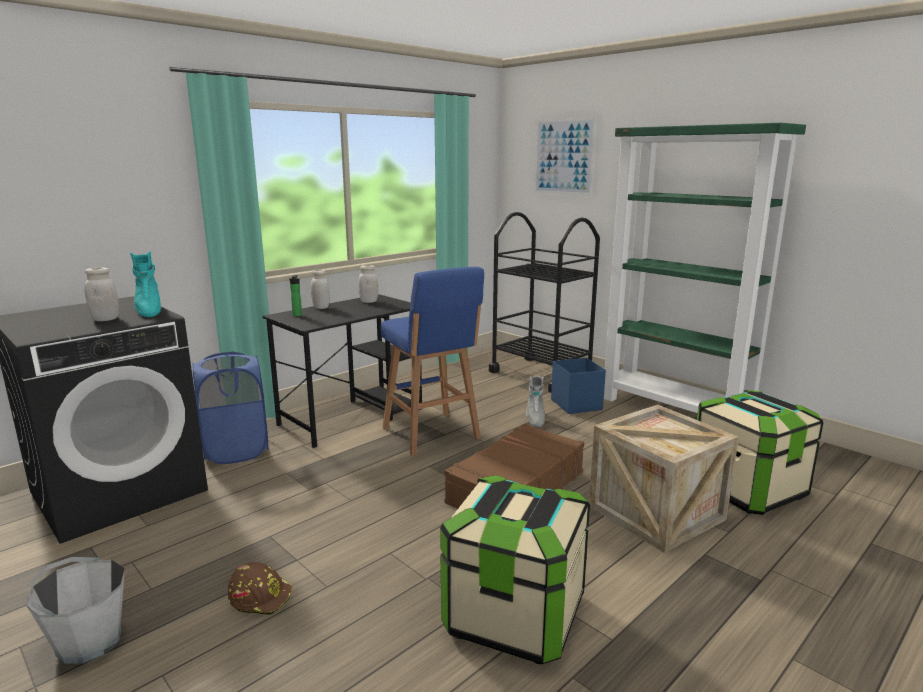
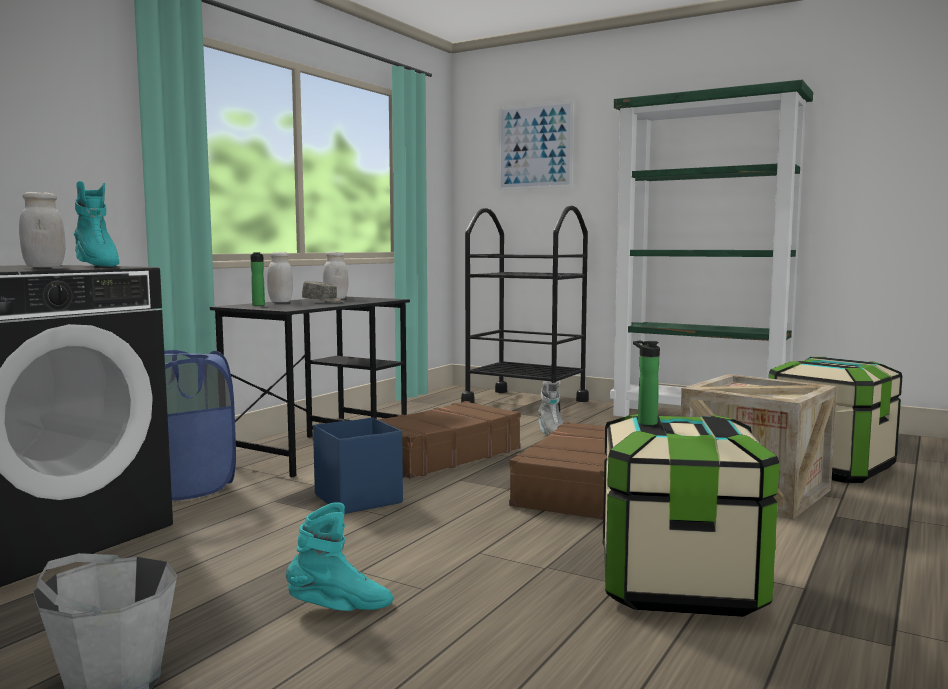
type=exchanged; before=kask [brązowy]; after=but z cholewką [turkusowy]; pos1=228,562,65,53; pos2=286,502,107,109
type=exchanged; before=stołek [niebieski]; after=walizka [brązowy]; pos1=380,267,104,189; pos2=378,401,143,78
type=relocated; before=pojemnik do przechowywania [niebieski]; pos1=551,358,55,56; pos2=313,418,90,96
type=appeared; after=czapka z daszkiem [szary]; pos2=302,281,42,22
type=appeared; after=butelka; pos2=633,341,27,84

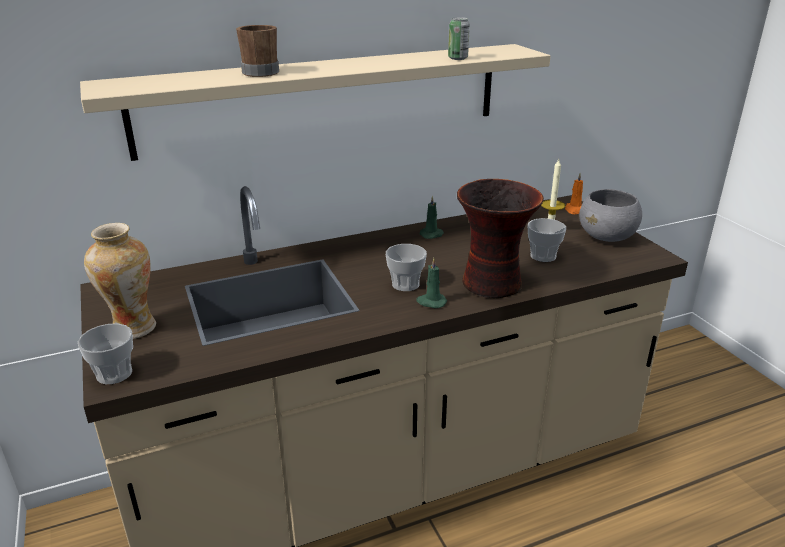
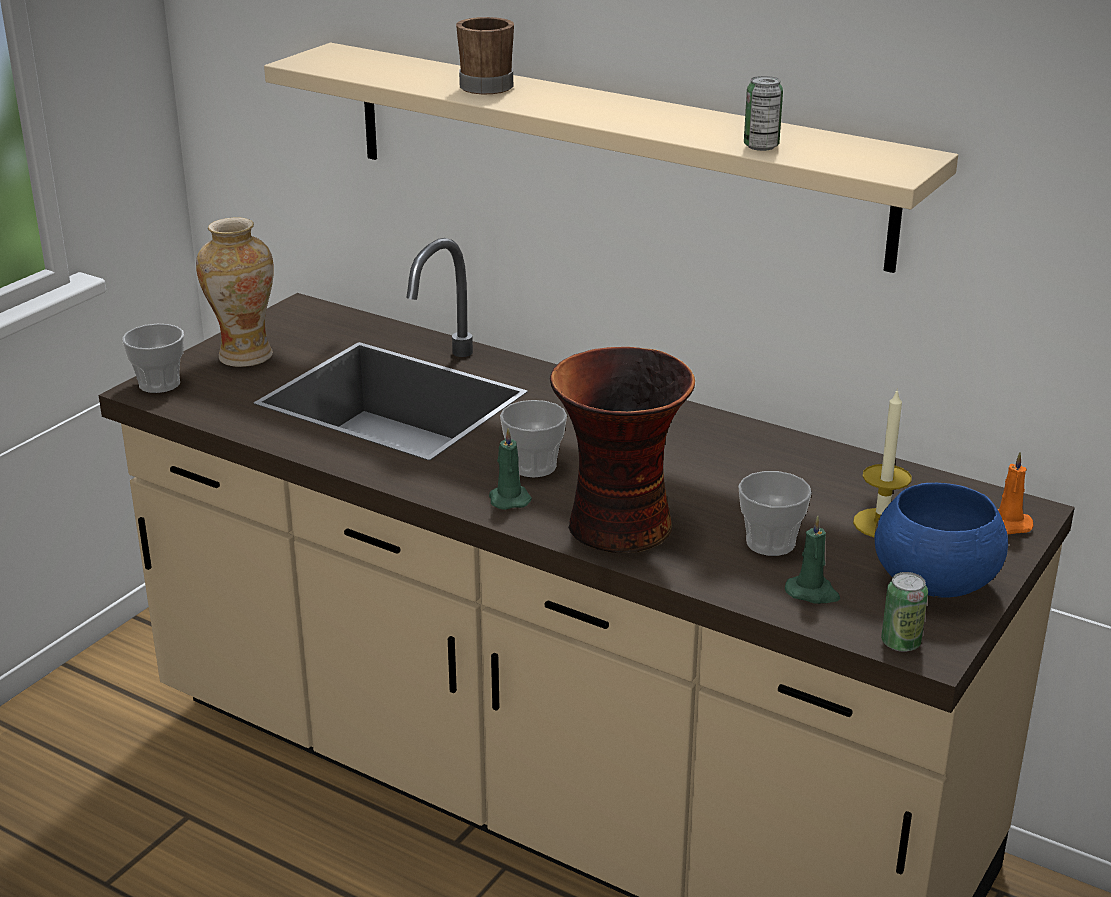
type=relocated; before=świeca [zielony]; pos1=419,196,25,43; pos2=785,516,55,88
type=colour; before=miska [szary]; after=miska [niebieski]; pos1=579,189,63,53; pos2=874,483,134,114
type=appeared; after=puszka; pos2=881,572,47,80

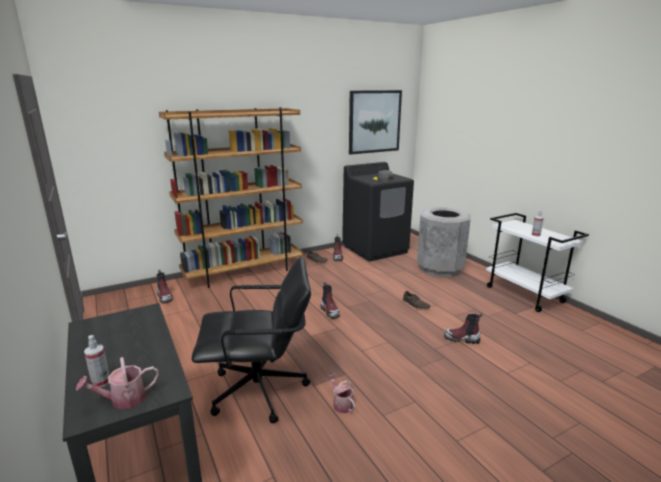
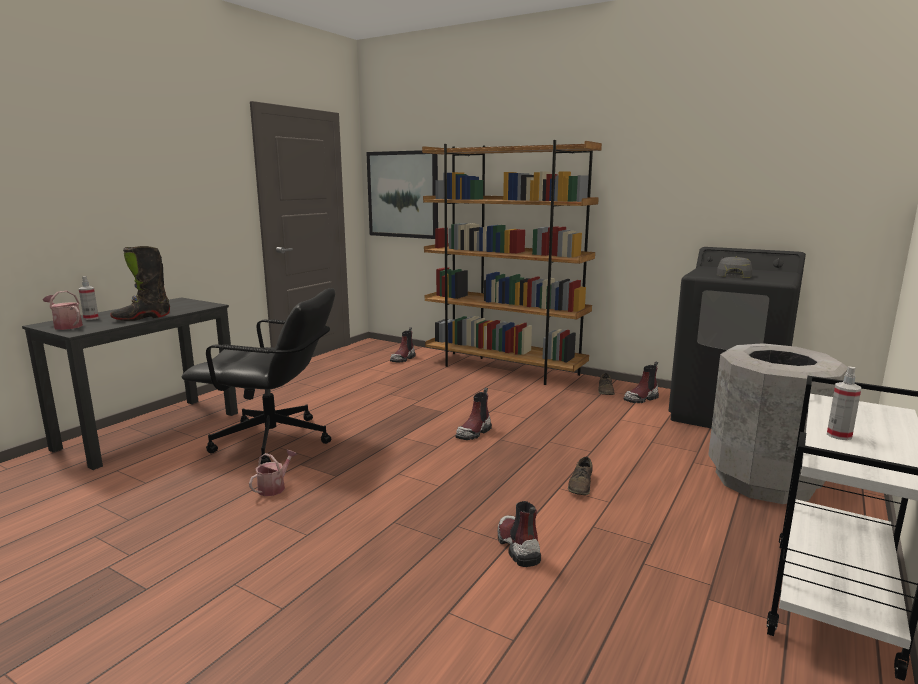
type=spun; before=krzesło biurowe [czarny]; pos1=192,257,119,166; pos2=182,288,153,176; turn=-45
type=relocated; before=obraz; pos1=349,90,53,65; pos2=366,150,72,89
type=appeared; after=but z cholewką [czarny]; pos2=110,246,60,75

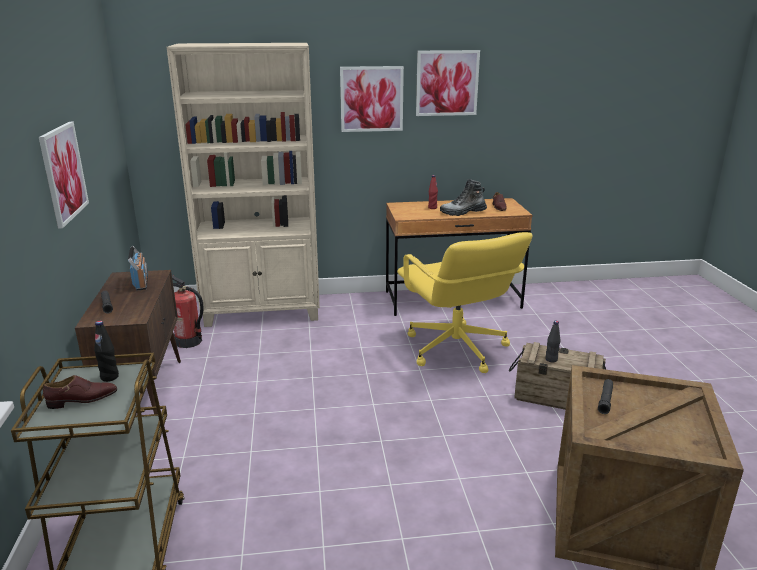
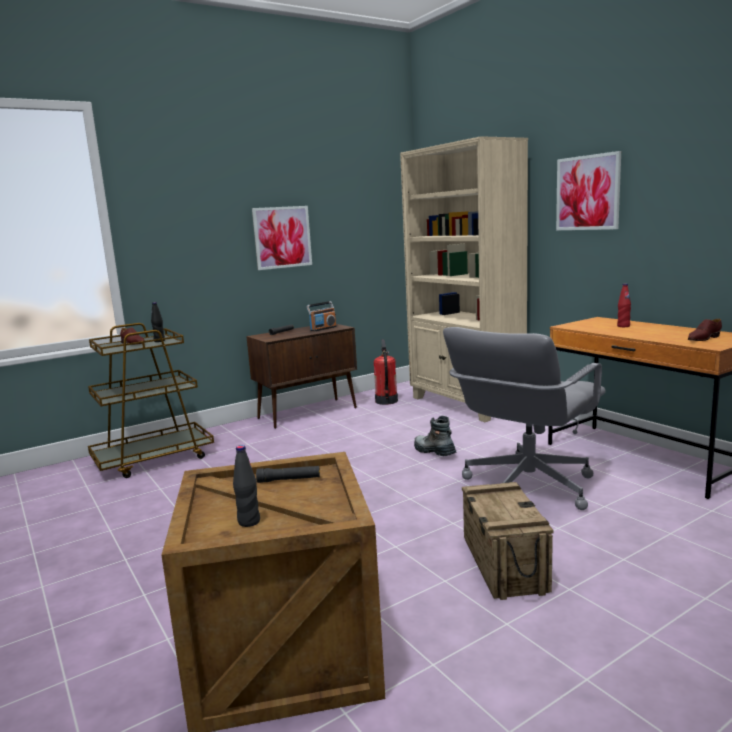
type=colour; before=krzesło biurowe [żółty]; after=krzesło biurowe [szary]; pos1=397,232,136,141; pos2=443,327,163,183
type=missing; before=obraz; pos1=416,50,64,66
type=relocated; before=but z cholewką; pos1=440,179,47,37; pos2=414,416,42,40
type=relocated; before=butelka [czarny]; pos1=545,321,15,41; pos2=233,445,27,82

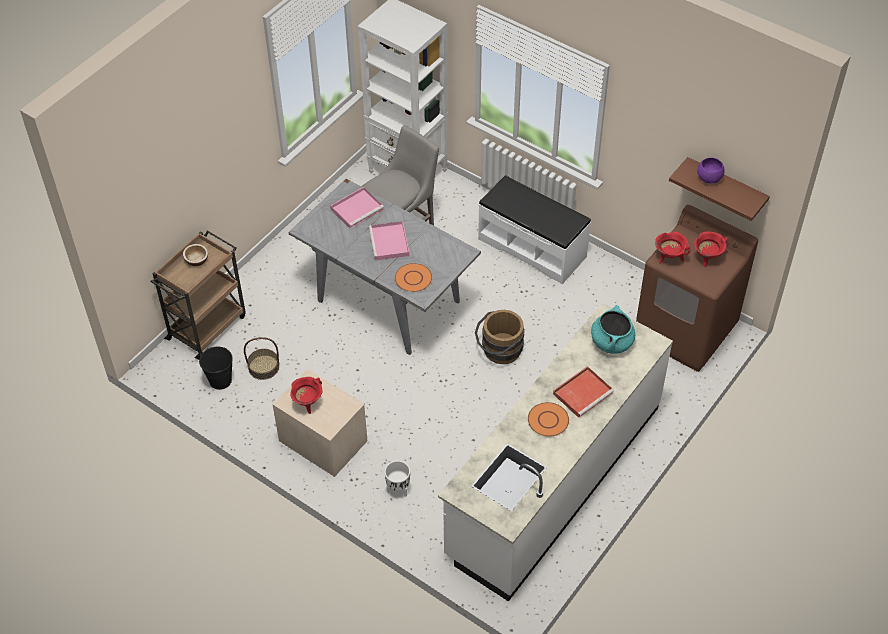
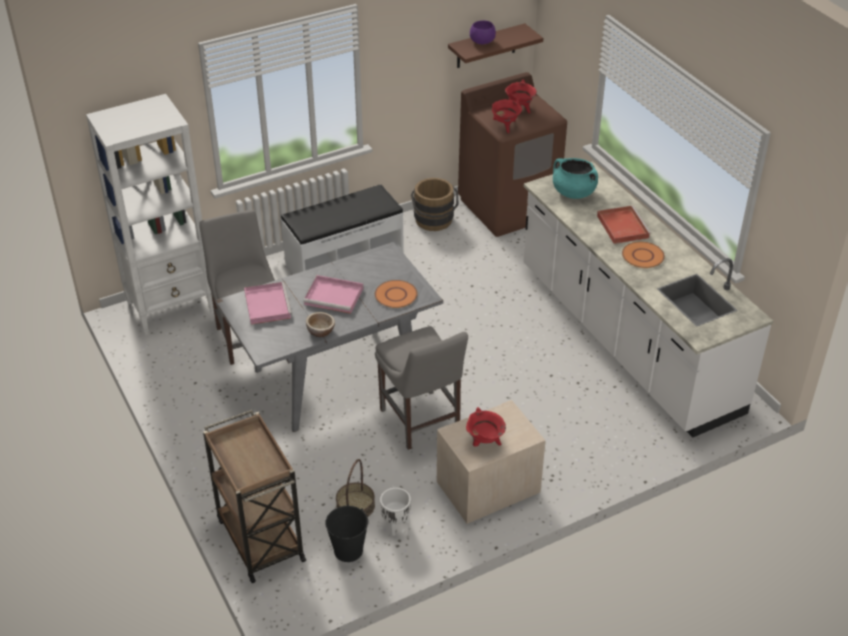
type=relocated; before=miska; pos1=183,244,25,22; pos2=306,312,29,25
type=relocated; before=donica [biały]; pos1=385,461,25,36; pos2=380,488,31,48
type=relocated; before=wiadro [brązowy]; pos1=475,310,49,54; pos2=411,178,47,53
type=appeared; after=krzesło [szary]; pos2=375,326,93,124

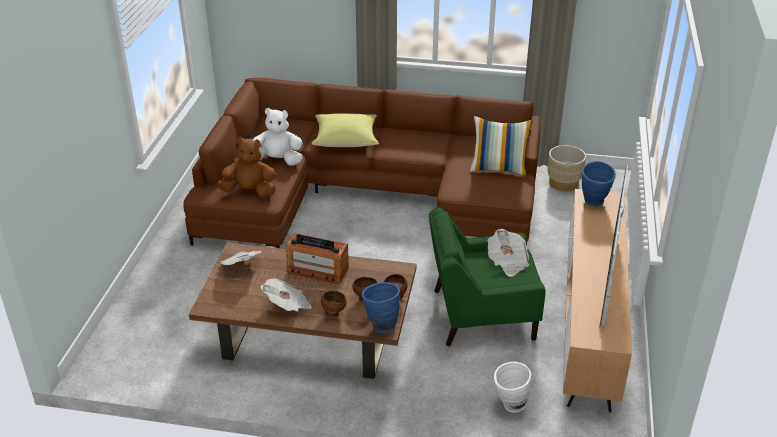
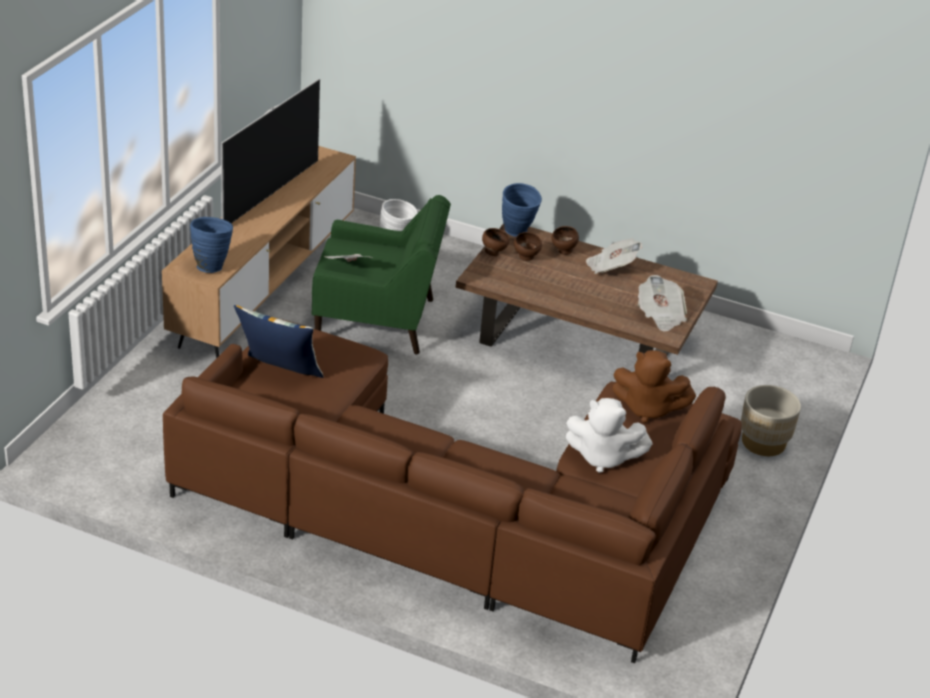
type=missing; before=radio; pos1=286,233,63,51
type=missing; before=poduszka [żółty]; pos1=312,113,67,34
type=relocated; before=donica [beżowy]; pos1=548,145,38,46; pos2=741,385,60,71

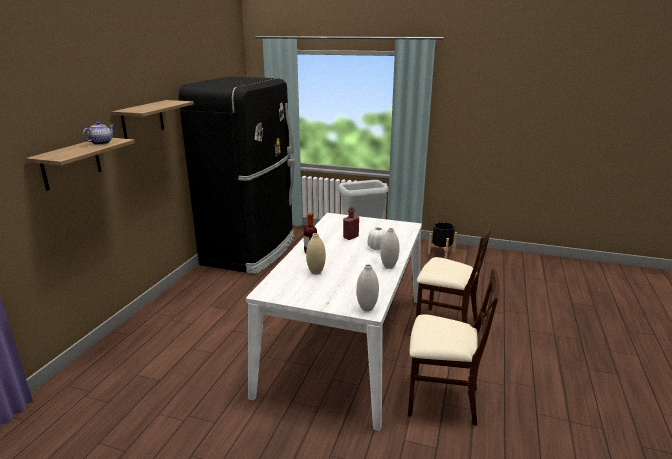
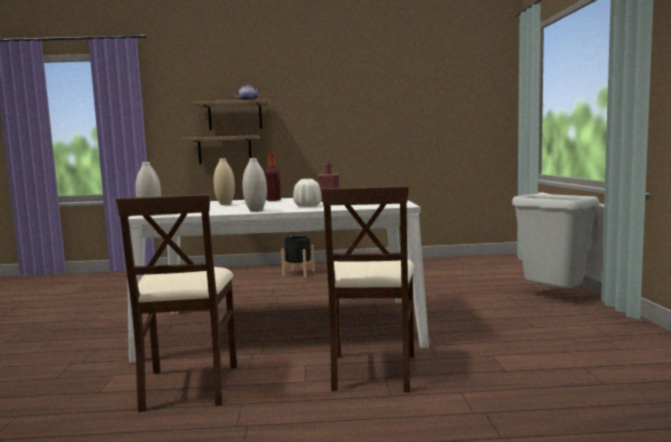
type=relocated; before=półka; pos1=112,100,82,39; pos2=181,135,79,29
type=missing; before=lodówka [czarny]; pos1=179,77,116,197
type=relocated; before=donica [czarny]; pos1=428,222,29,37; pos2=281,236,34,41

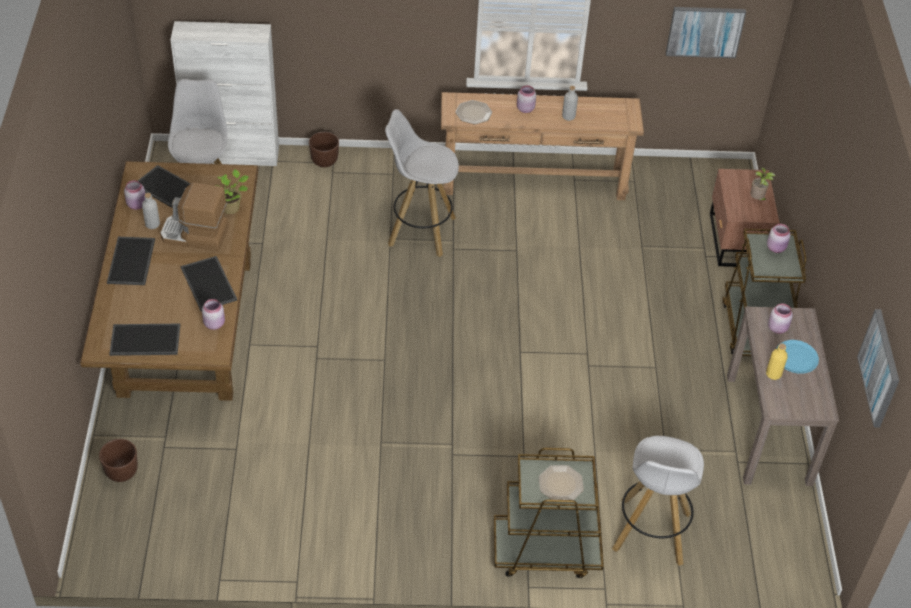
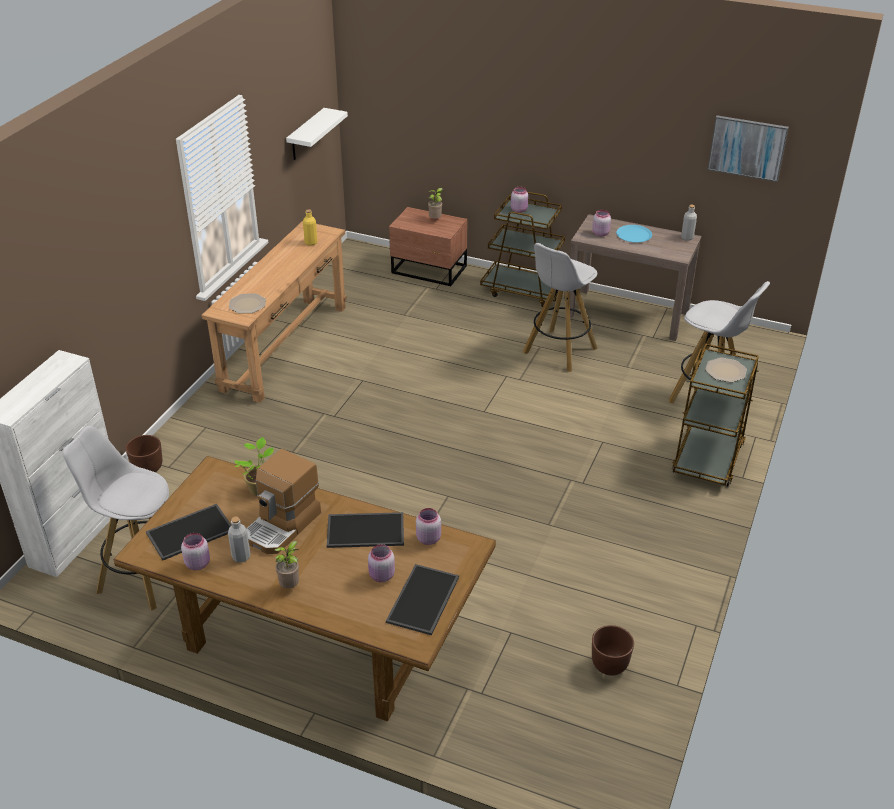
type=relocated; before=donica [brązowy]; pos1=99,439,39,43; pos2=592,625,42,50
type=exchanged; before=taca; after=roślina doniczkowa; pos1=107,237,48,48; pos2=274,541,25,47
type=relocated; before=stołek [biały]; pos1=385,109,74,148; pos2=523,243,75,129
type=relocated; before=słoik [różowy]; pos1=517,85,19,28; pos2=368,544,27,38
type=relocated; before=butelka [szary]; pos1=562,86,16,35; pos2=681,205,16,36
type=exchanged; before=obraz; after=półka [biały]; pos1=666,7,80,51; pos2=286,108,62,52
type=relocated; before=butelka [żółty]; pos1=766,343,22,37; pos2=303,209,15,37

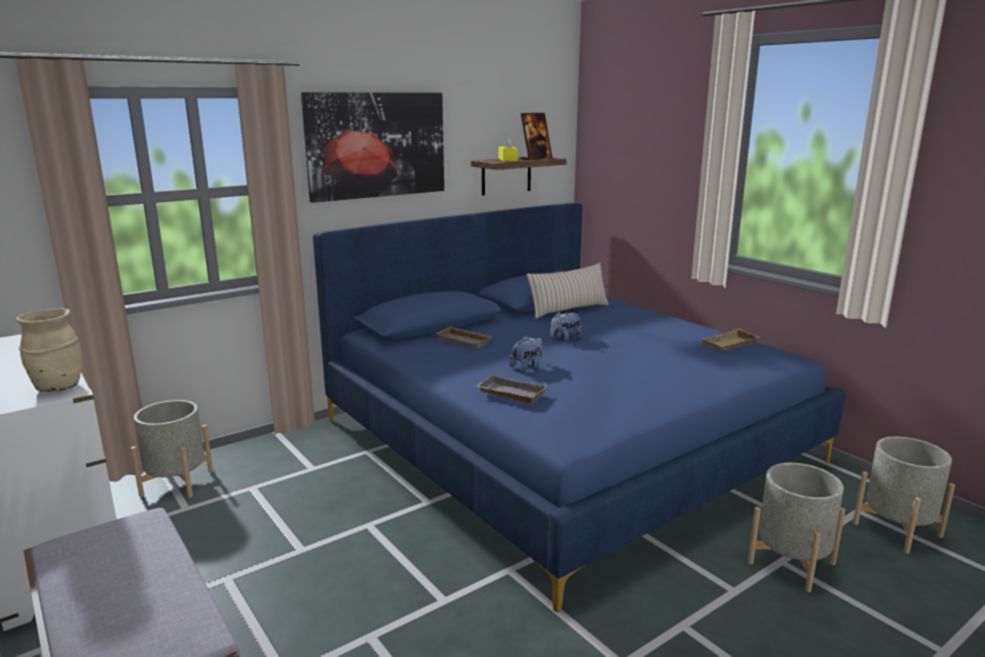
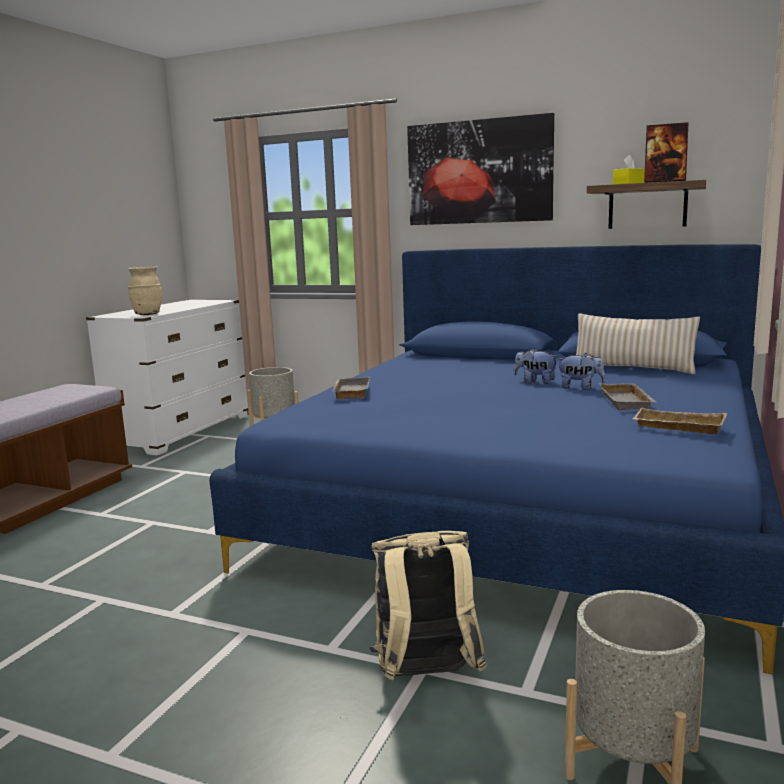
type=relocated; before=taca [szary]; pos1=435,327,57,22; pos2=599,383,57,27
type=relocated; before=pluszak; pos1=509,336,34,36; pos2=557,353,49,37
type=exchanged; before=donica [szary]; after=plecak [beżowy]; pos1=748,463,97,129; pos2=369,531,118,149

